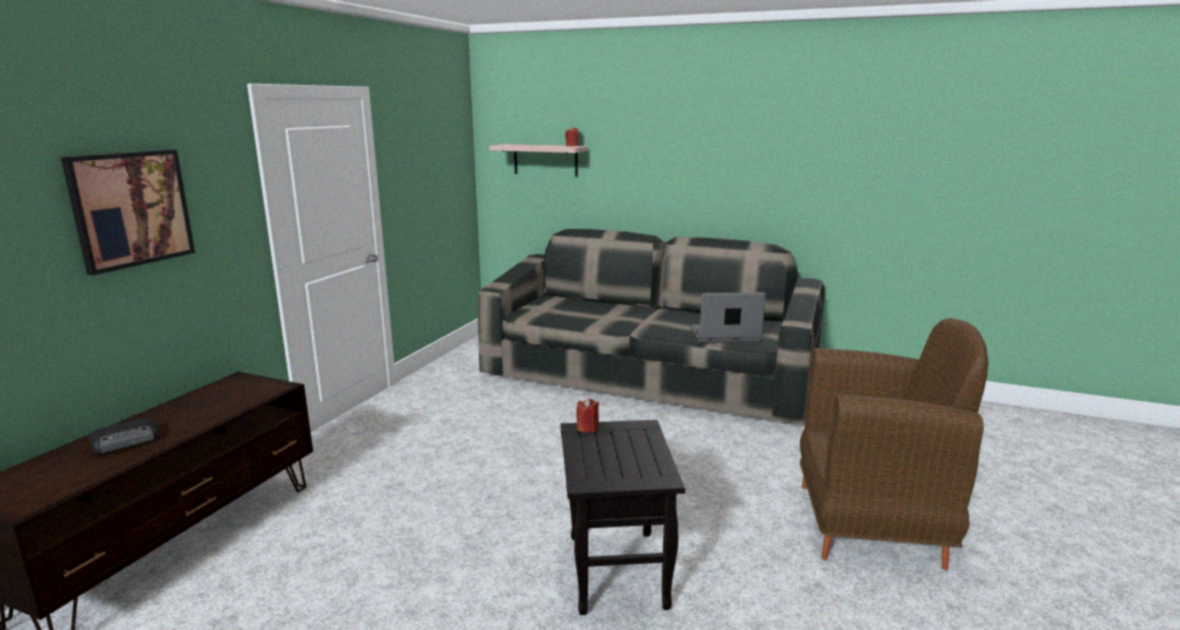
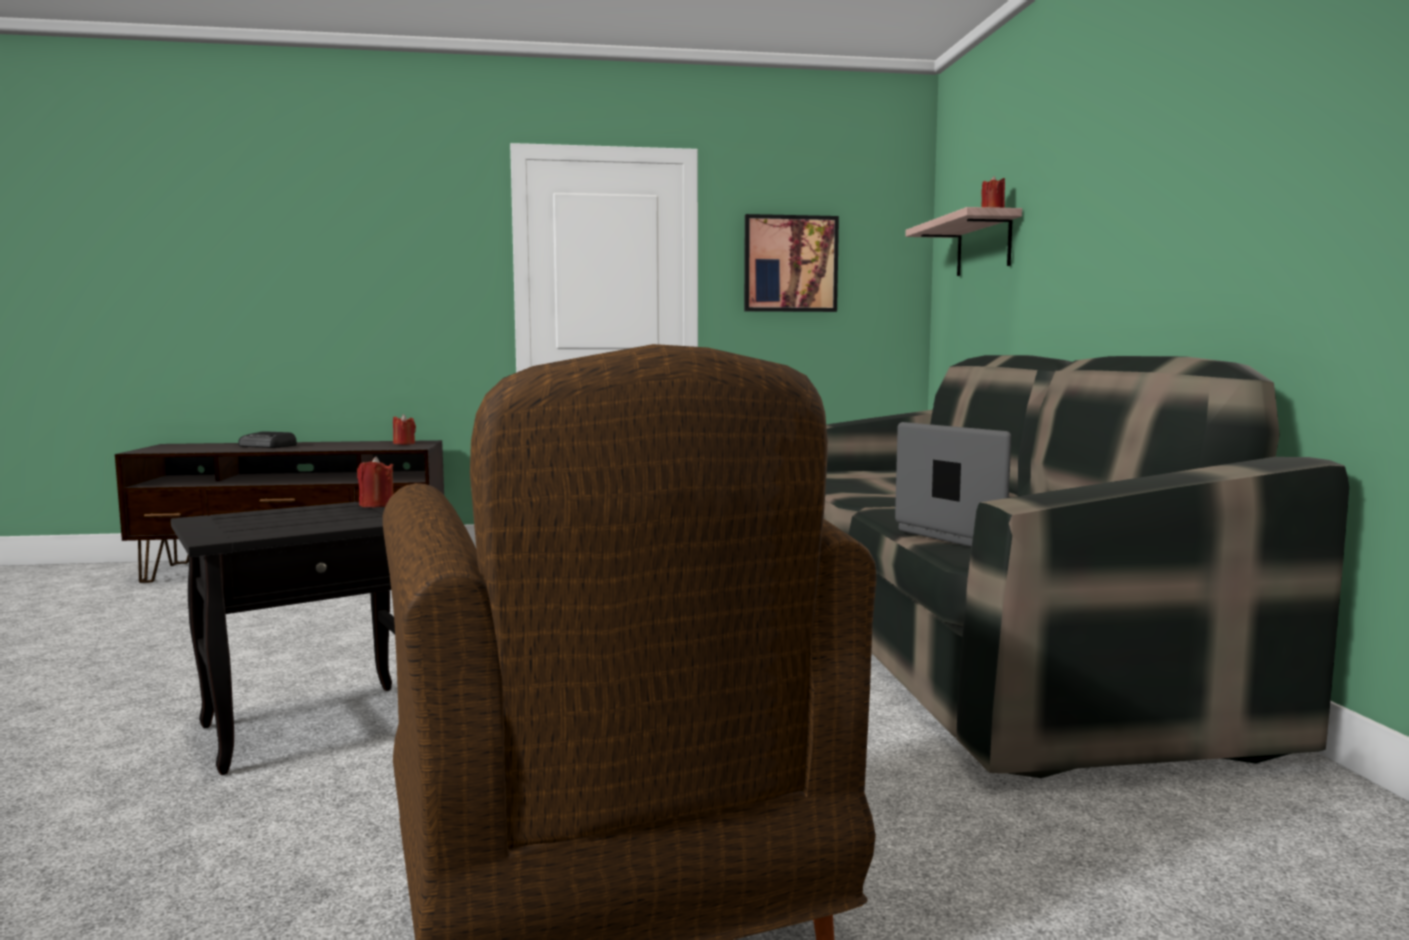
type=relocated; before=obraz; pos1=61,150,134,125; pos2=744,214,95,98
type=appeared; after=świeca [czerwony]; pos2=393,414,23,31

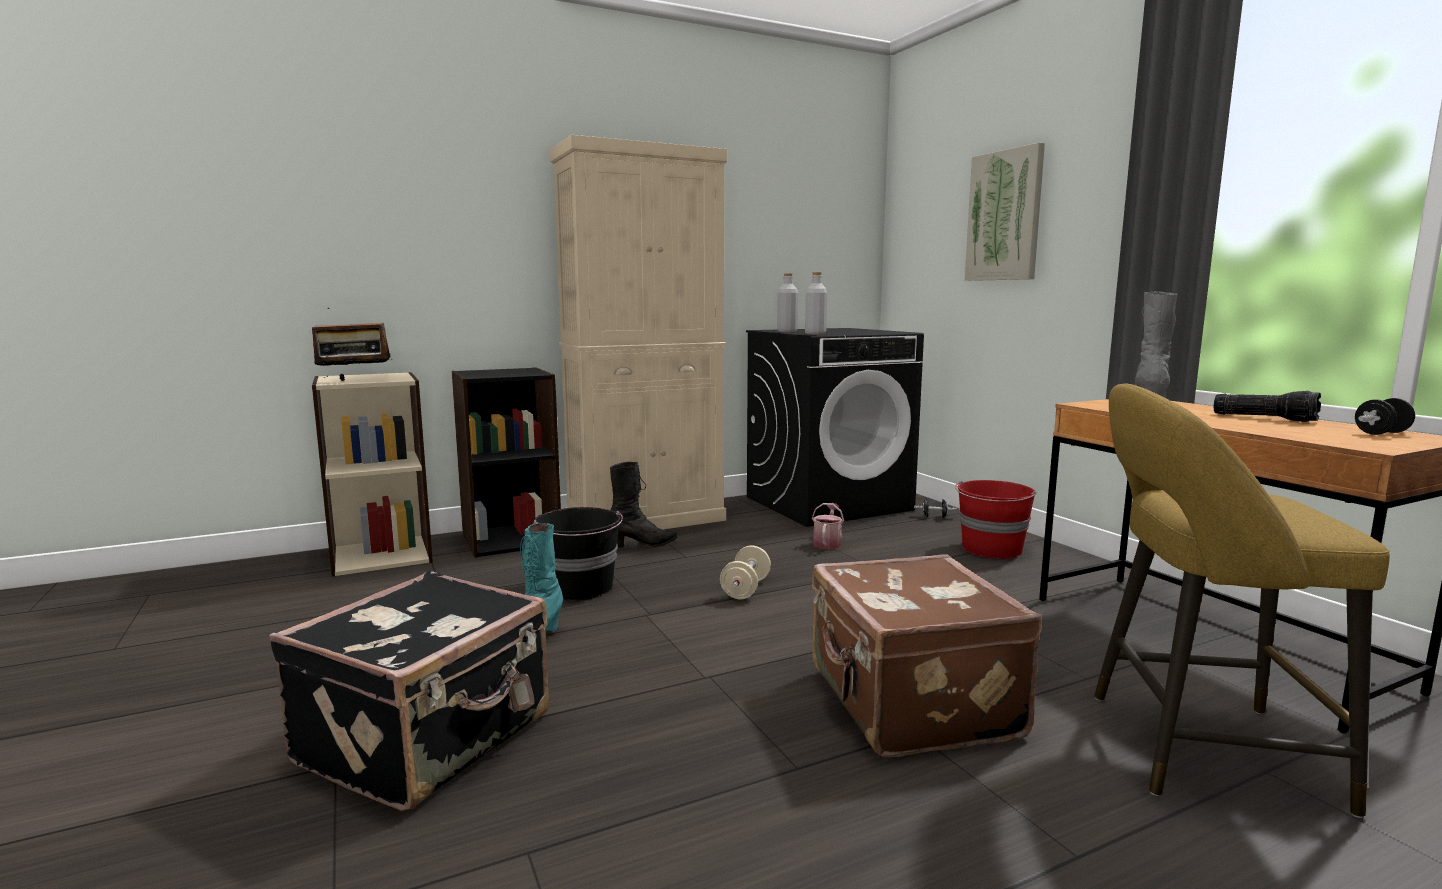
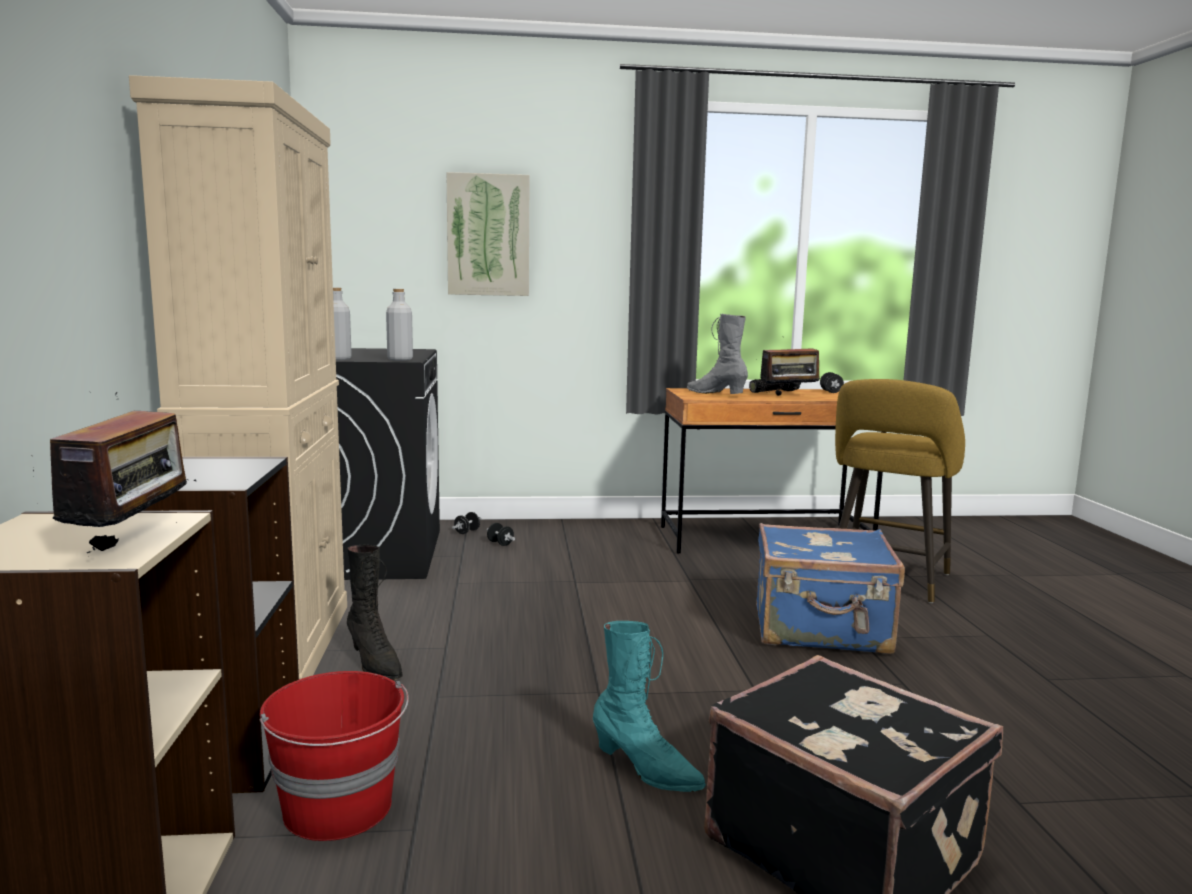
type=missing; before=wiadro [czarny]; pos1=533,507,90,93
type=spun; before=but z cholewką [czarny]; pos1=610,462,68,86; pos2=347,545,56,135; turn=150
type=missing; before=hantel [beżowy]; pos1=720,545,51,55
type=missing; before=konewka; pos1=812,503,32,46
type=colour; before=walizka [brązowy]; after=walizka [niebieski]; pos1=812,554,230,203; pos2=756,523,149,131
type=relocated; before=wiadro [czerwony]; pos1=955,480,81,79; pos2=260,671,149,170
type=appeared; after=hantel [czarny]; pos2=487,523,28,23
type=appeared; after=radio; pos2=756,348,66,48

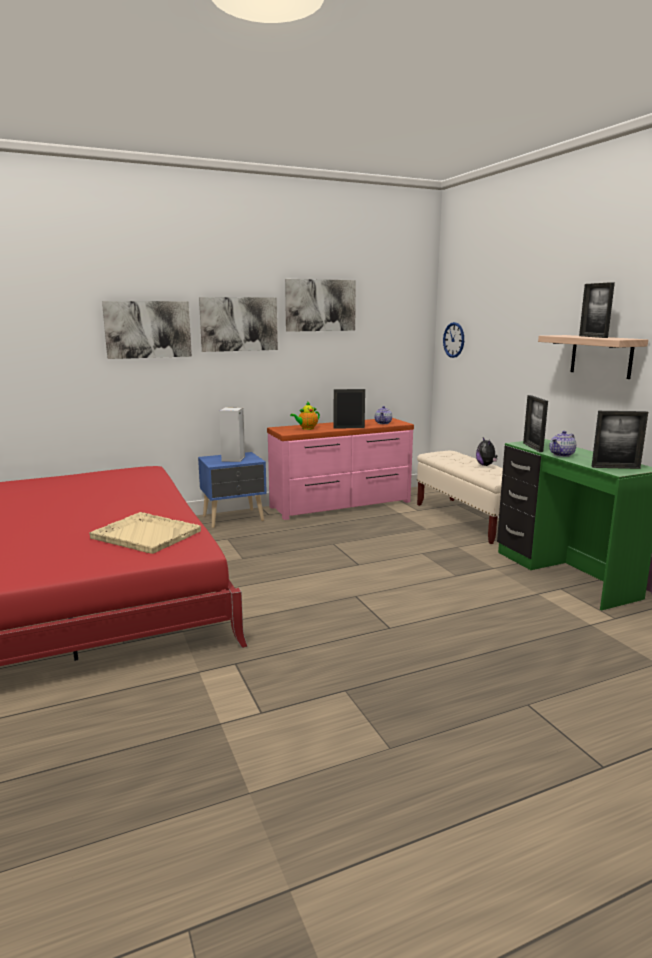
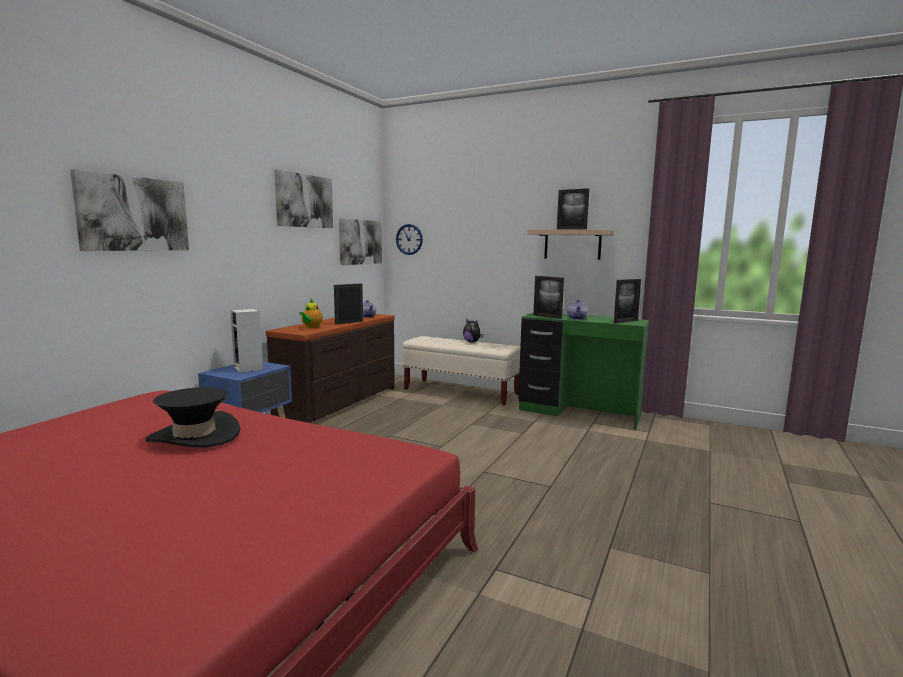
type=missing; before=taca [beżowy]; pos1=89,512,112,42
type=relocated; before=obraz; pos1=199,297,79,55; pos2=339,218,43,47
type=colour; before=komoda [różowy]; after=komoda [brązowy]; pos1=267,418,147,102; pos2=266,314,129,109
type=appeared; after=kapelusz [czarny]; pos2=146,387,94,61

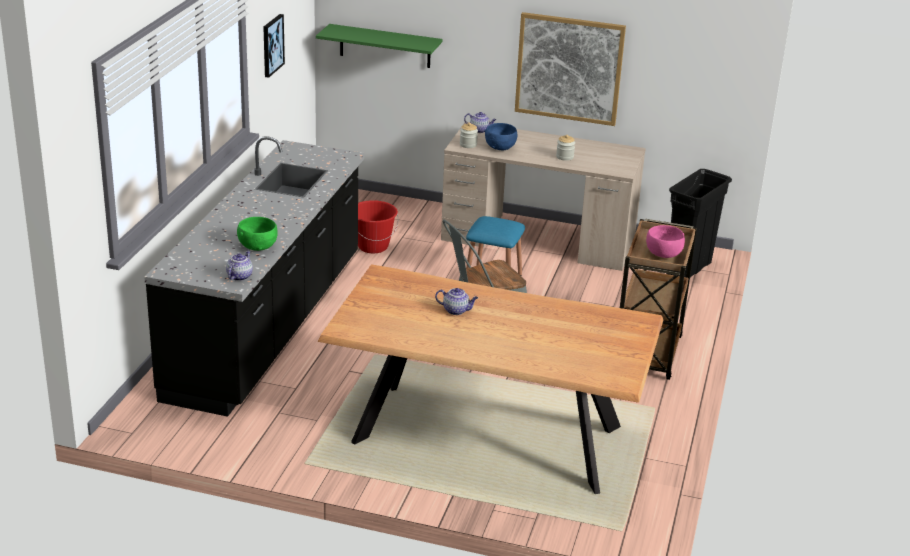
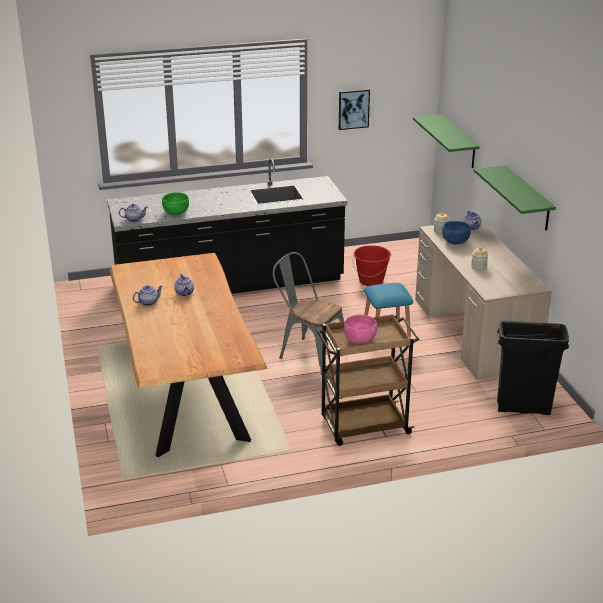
type=exchanged; before=obraz; after=półka [zielony]; pos1=515,12,111,114; pos2=474,165,82,66
type=appeared; after=imbryk; pos2=133,285,30,21

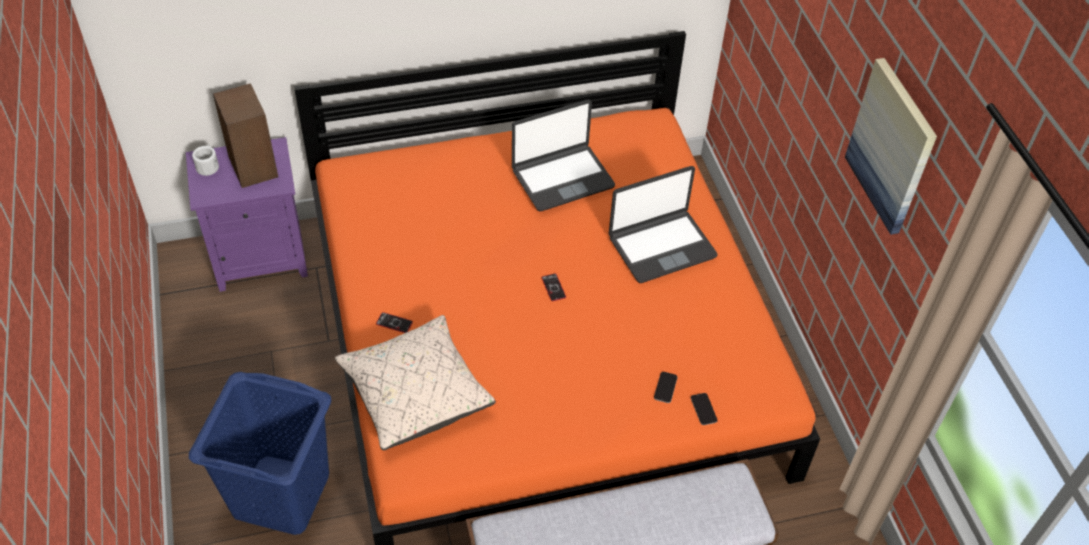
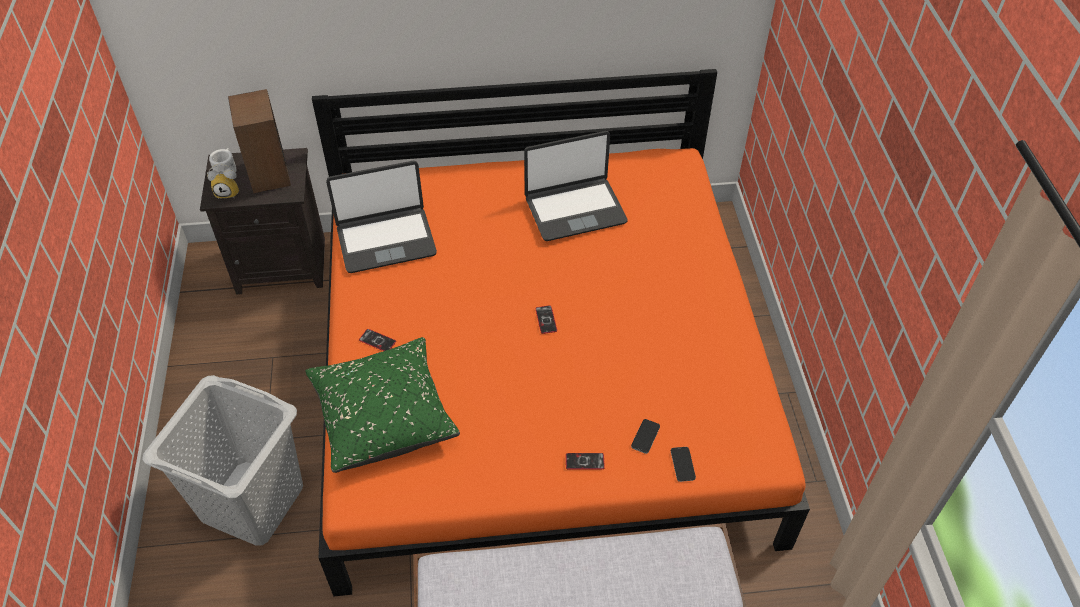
type=colour; before=szafka nocna [fioletowy]; after=szafka nocna [czarny]; pos1=186,137,122,155; pos2=200,148,125,147
type=colour; before=kosz na pranie [niebieski]; after=kosz na pranie [szary]; pos1=189,372,142,163; pos2=142,375,161,171
type=colour; before=poduszka [beżowy]; after=poduszka [zielony]; pos1=335,315,161,135; pos2=305,337,155,136
type=relocated; before=laptop; pos1=609,166,109,117; pos2=326,161,111,112
type=missing; before=obraz; pos1=845,58,92,177
type=appeared; after=budzik; pos2=207,163,32,36
type=appeared; after=telefon; pos2=566,453,39,16

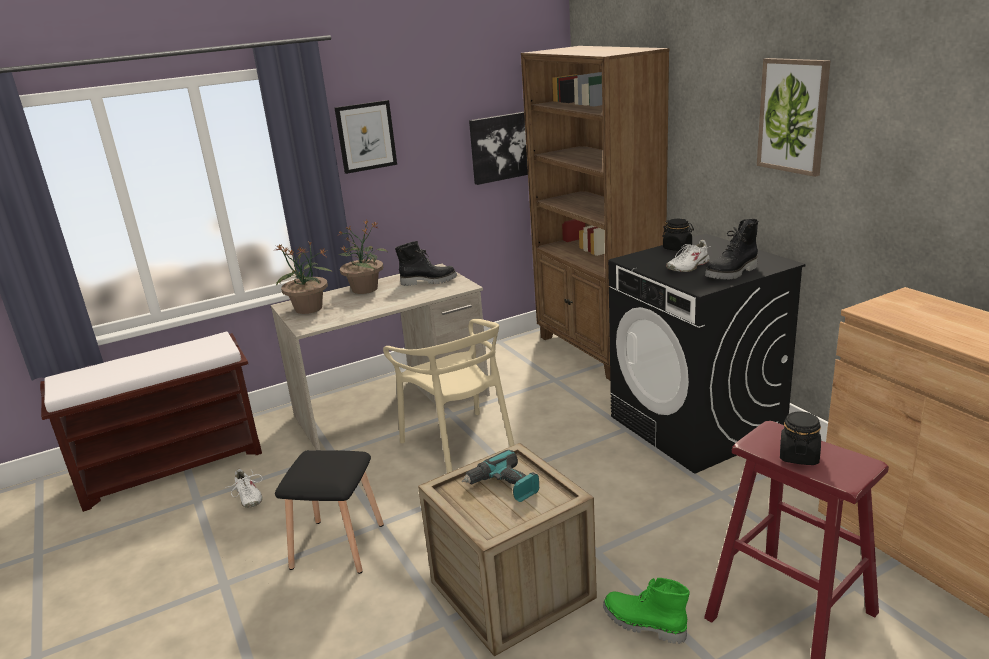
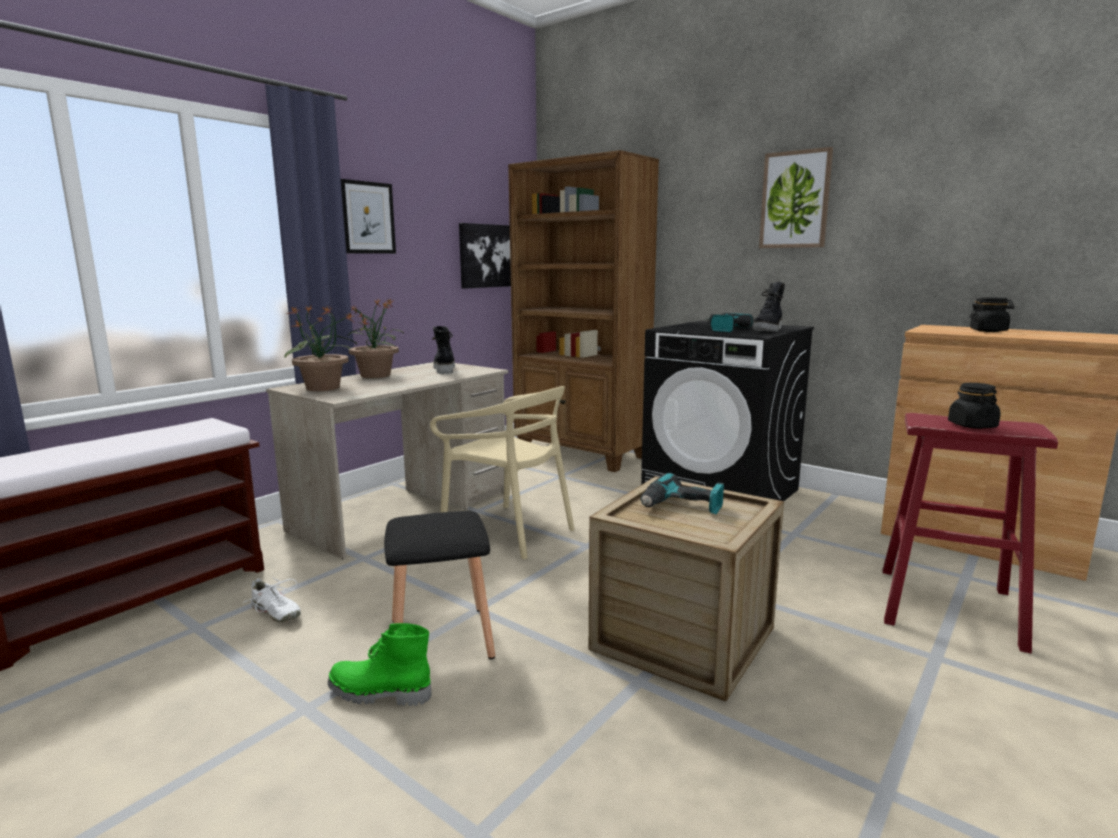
type=spun; before=but z cholewką [czarny]; pos1=395,241,62,45; pos2=432,326,23,48; turn=-75
type=relocated; before=but z cholewką [zielony]; pos1=603,578,87,66; pos2=328,623,103,83
type=relocated; before=słoik [czarny]; pos1=662,219,32,32; pos2=970,297,45,35
type=exchanged; before=but [biały]; after=wiertarka; pos1=666,240,44,32; pos2=706,313,48,19

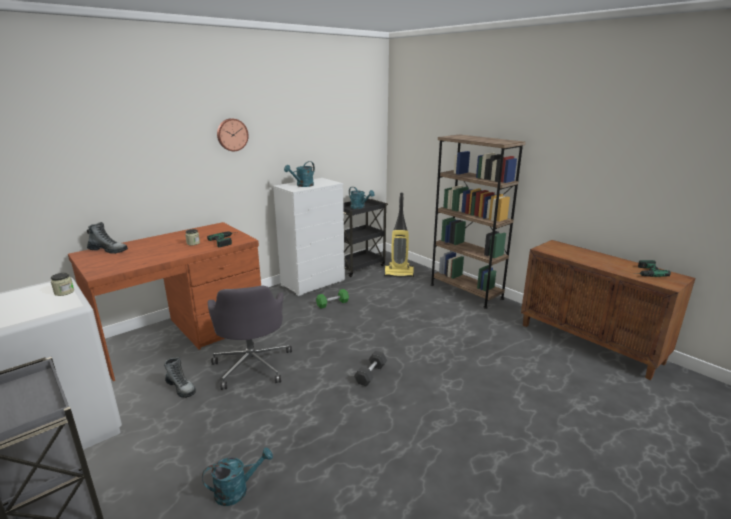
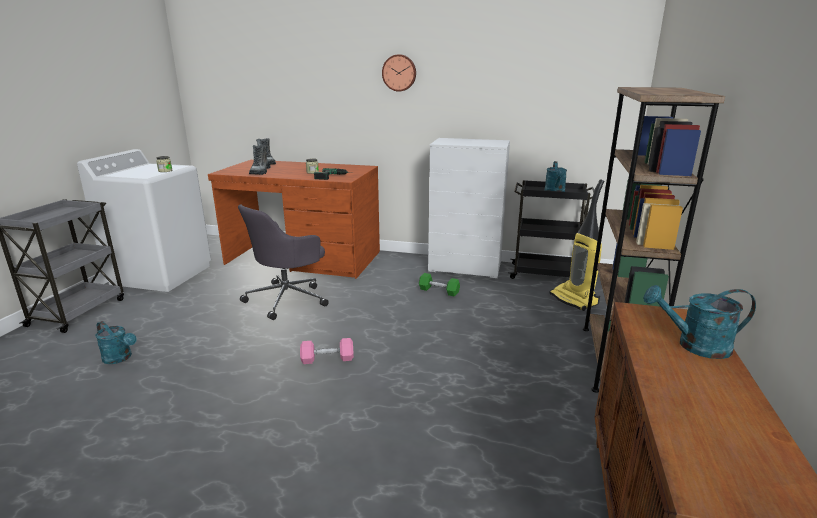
type=relocated; before=but z cholewką; pos1=164,357,32,41; pos2=249,145,22,30
type=relocated; before=konewka [turkusowy]; pos1=284,161,31,26; pos2=644,285,112,74
type=colour; before=hantel [szary]; after=hantel [różowy]; pos1=354,351,33,36; pos2=300,338,54,26
type=missing; before=wiertarka; pos1=633,260,38,17

